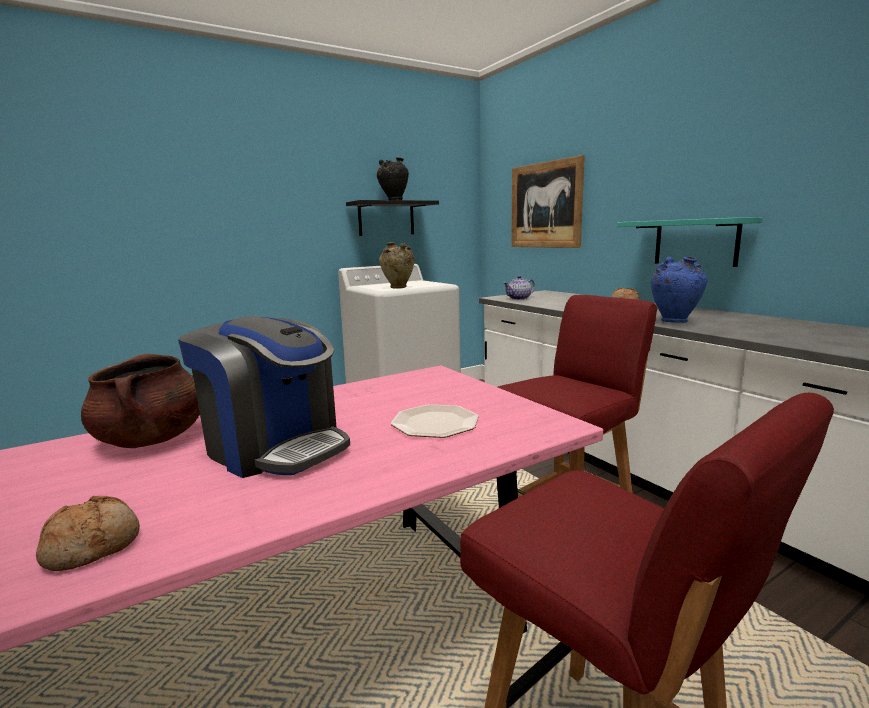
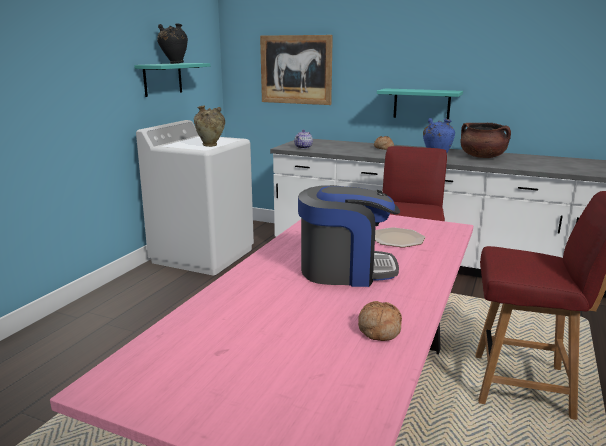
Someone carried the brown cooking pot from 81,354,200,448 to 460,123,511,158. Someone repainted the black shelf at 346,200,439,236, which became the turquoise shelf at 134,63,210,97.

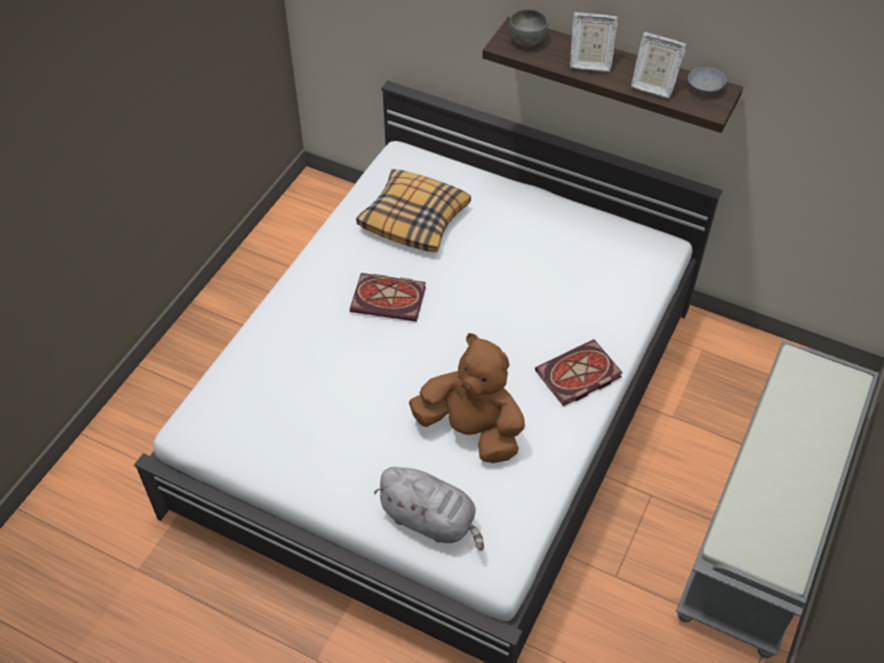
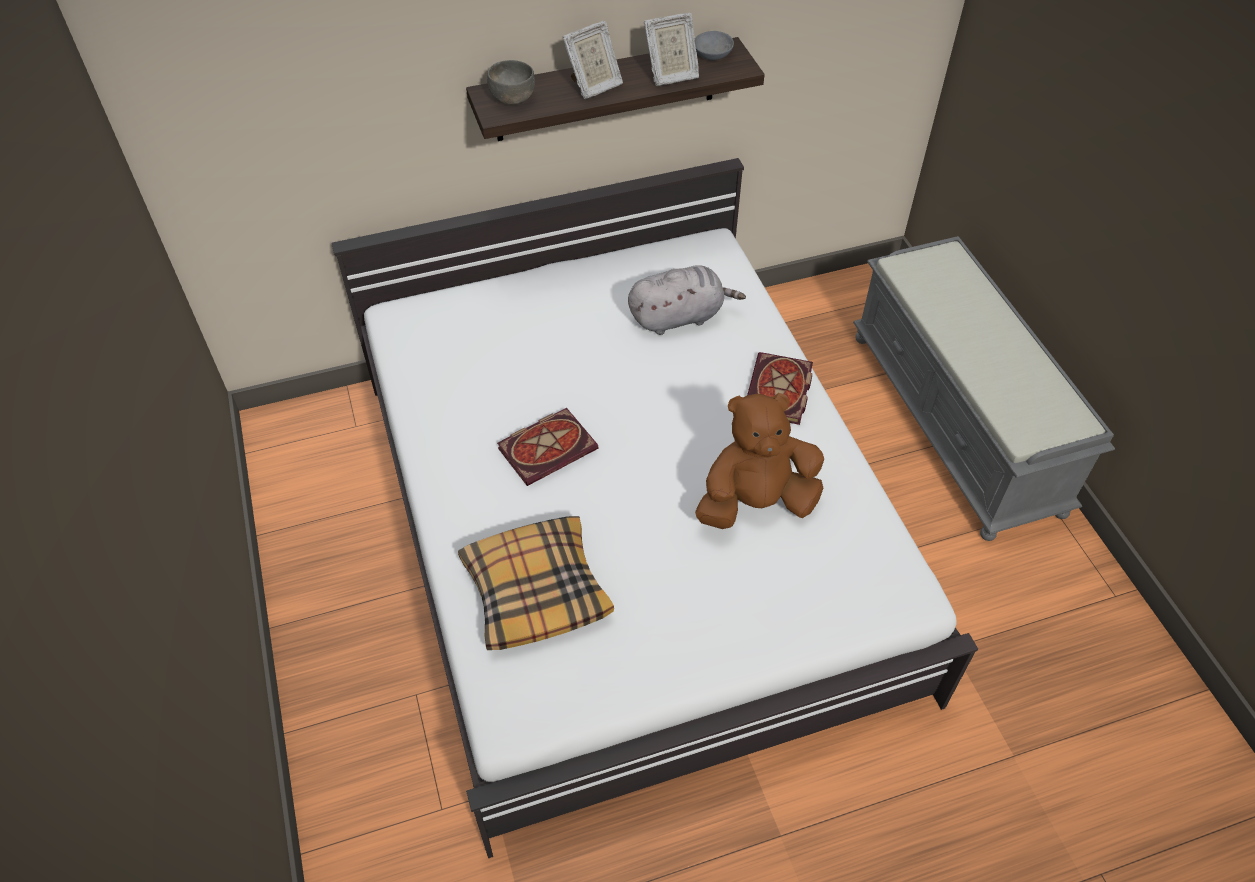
Someone carried the pillow from 356,169,471,252 to 458,516,614,650. Someone carried the grey plush toy from 374,467,484,551 to 628,265,746,335.

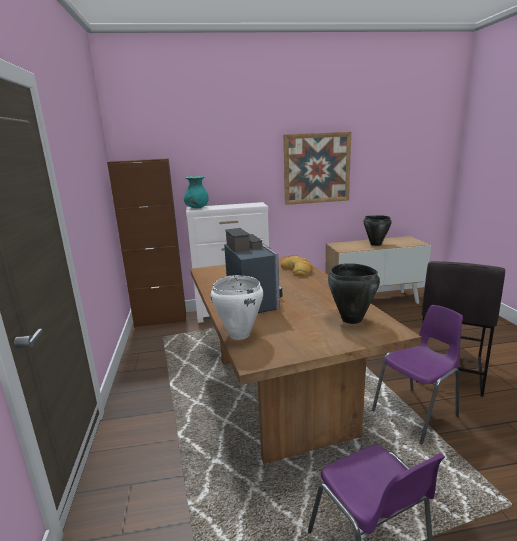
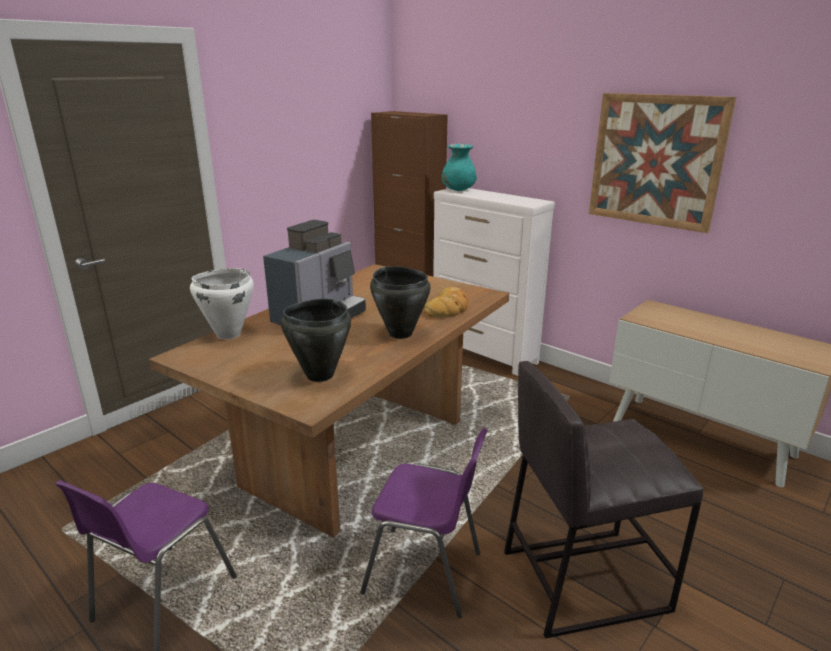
Someone carried the black cooking pot from 363,216,392,246 to 370,266,430,339.

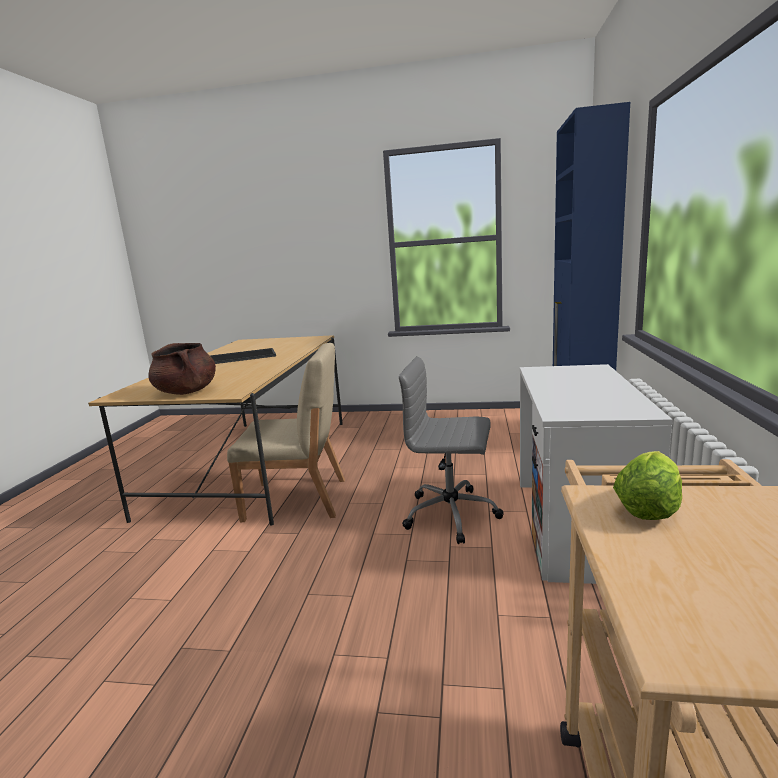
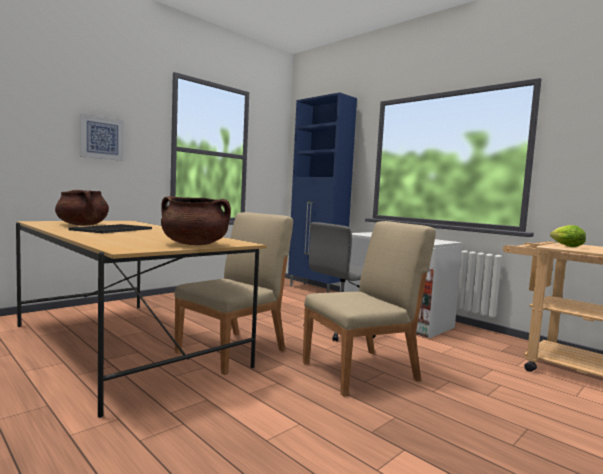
Someone put down the brown cooking pot at 55,190,109,226. Someone put up the picture at 80,113,124,161. Someone put down the beige chair at 303,221,436,397.

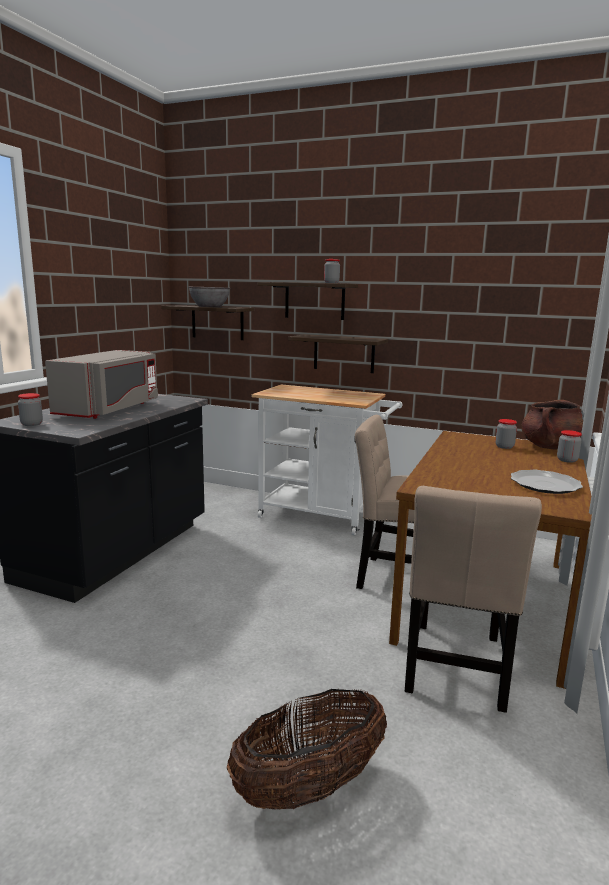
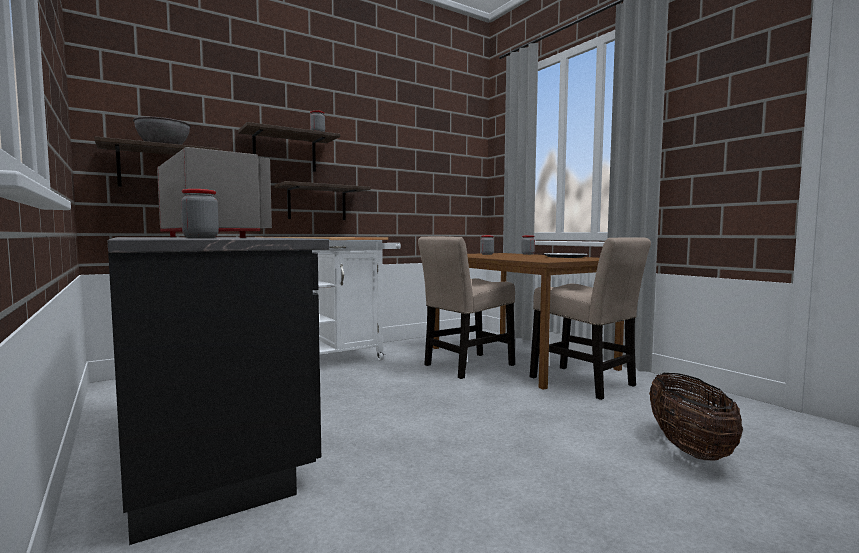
Someone took away the brown cooking pot at 521,400,583,450.

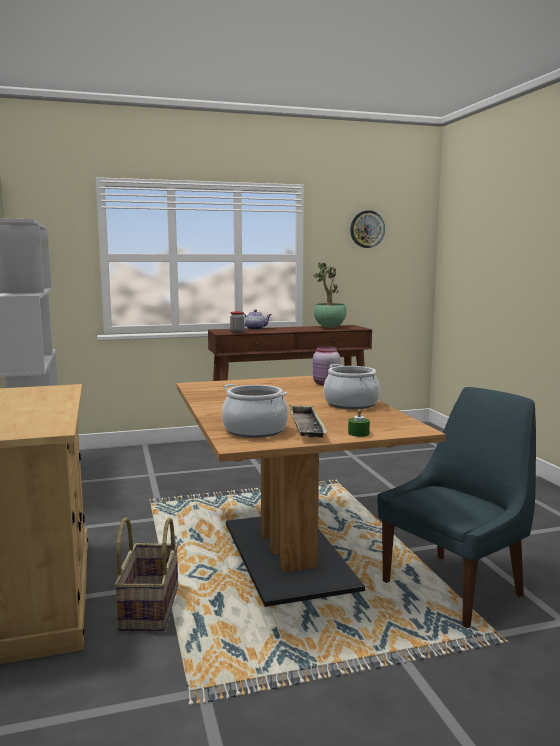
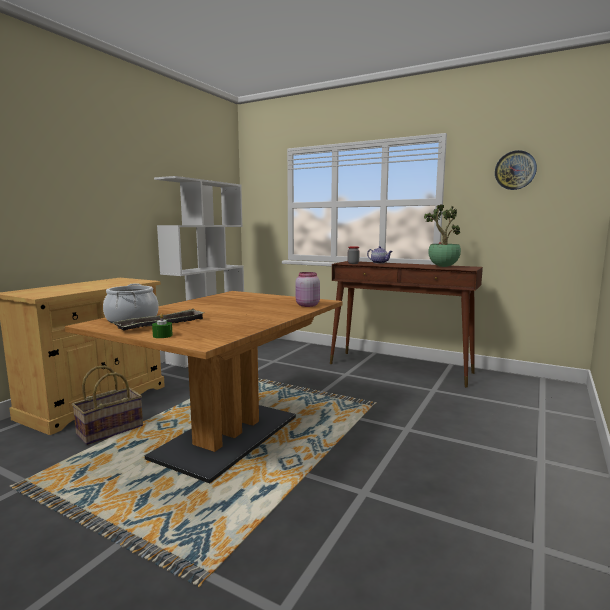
Someone took away the cooking pot at 324,364,380,409. Someone took away the blue chair at 378,387,536,628.

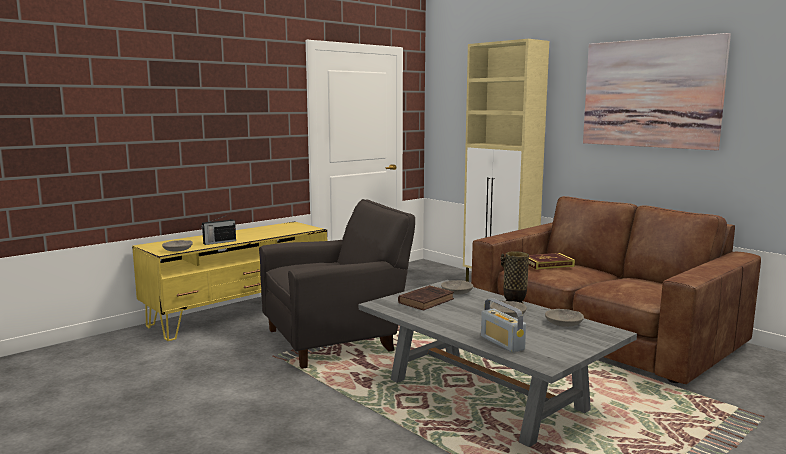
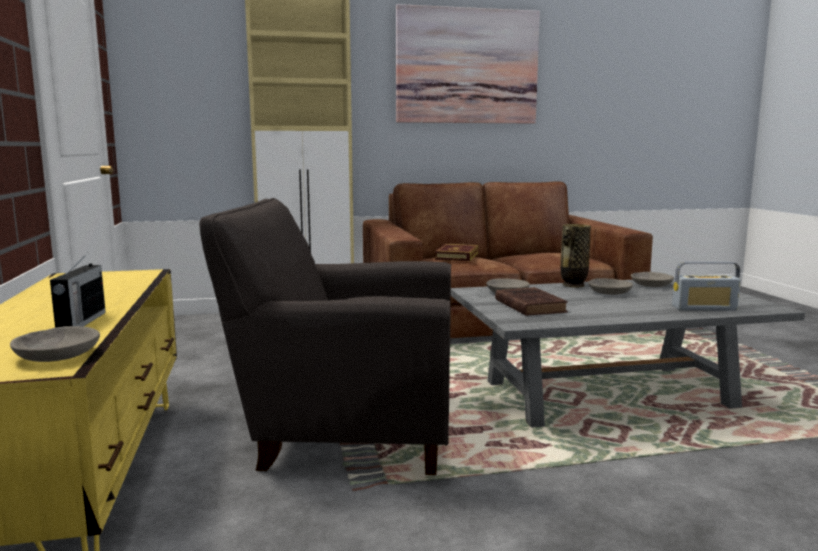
Someone rotated the grey armchair at 259,199,415,369 by 90 degrees counterclockwise.

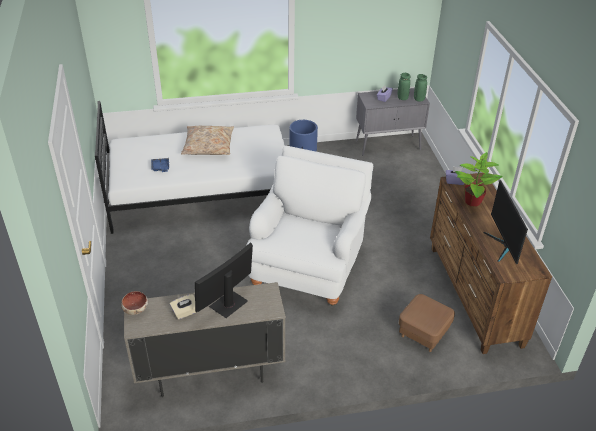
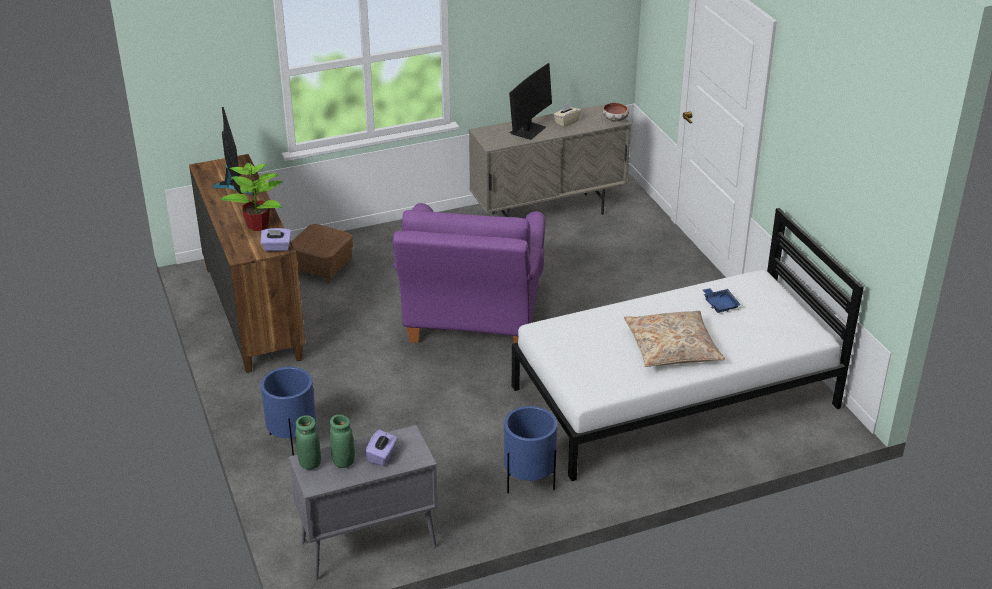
Someone repainted the white armchair at 246,145,373,306, which became the purple armchair at 393,203,545,343. Someone put down the blue planter at 261,367,316,455.

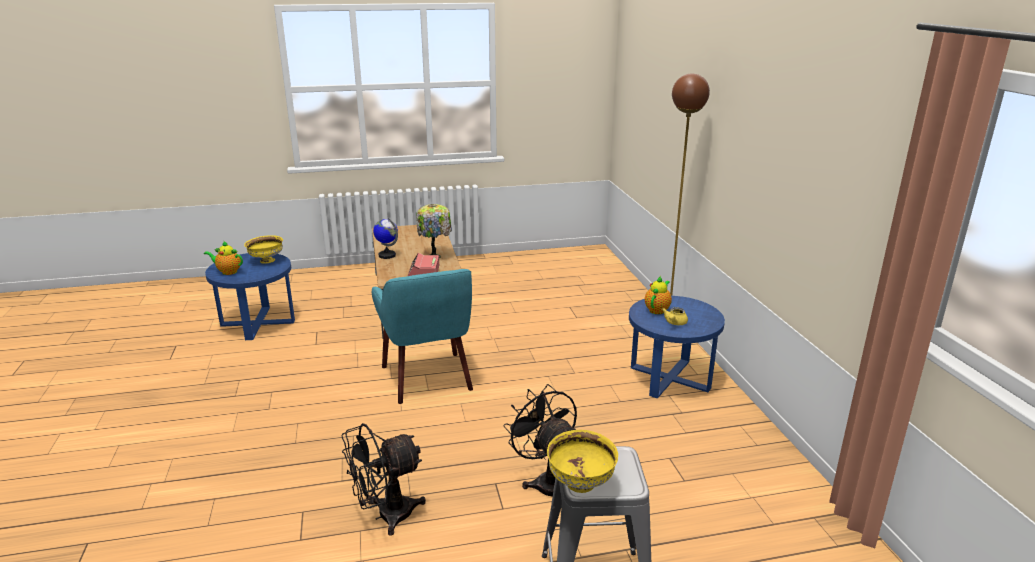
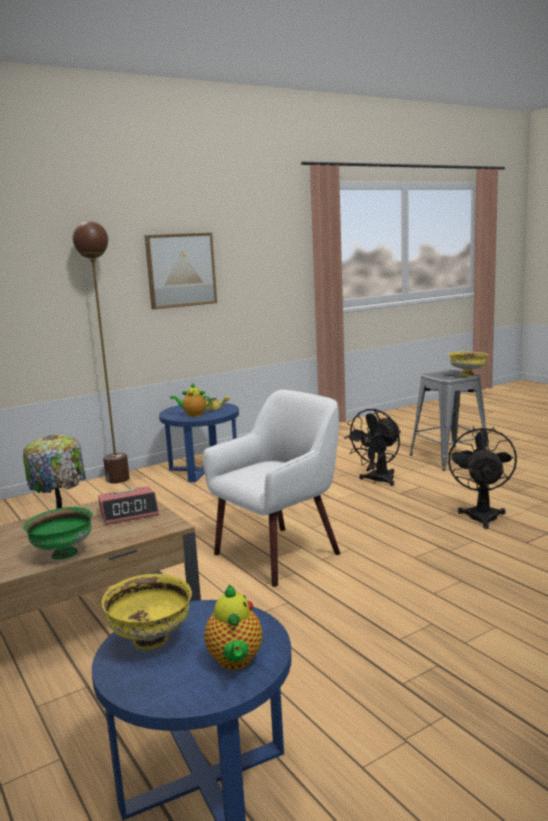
Someone rotated the black fan at 341,423,426,536 by 120 degrees counterclockwise. Someone repainted the turquoise armchair at 372,269,473,404, which became the white armchair at 203,390,341,587. Someone swapped the globe at 373,218,398,259 for the green bowl at 23,507,93,559. Someone put up the picture at 144,233,217,310.

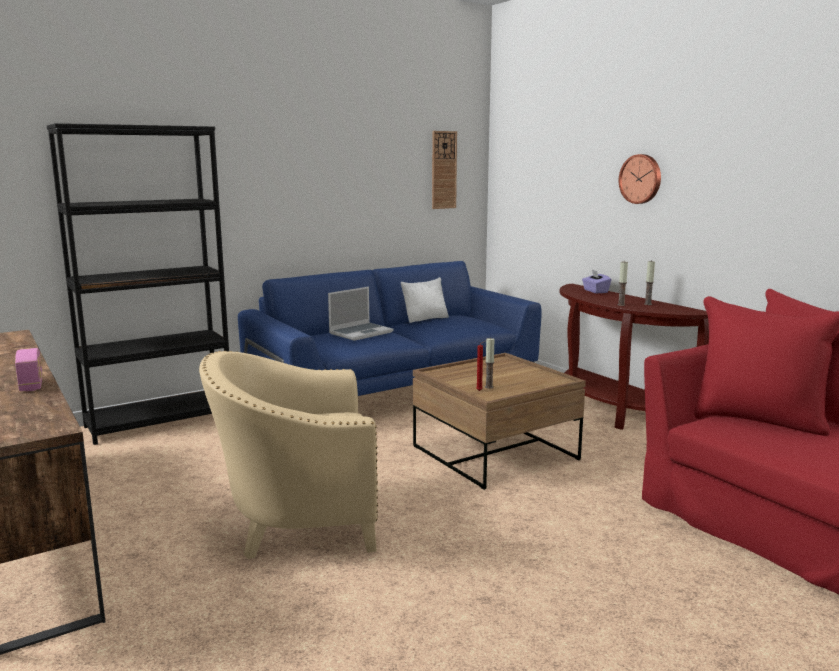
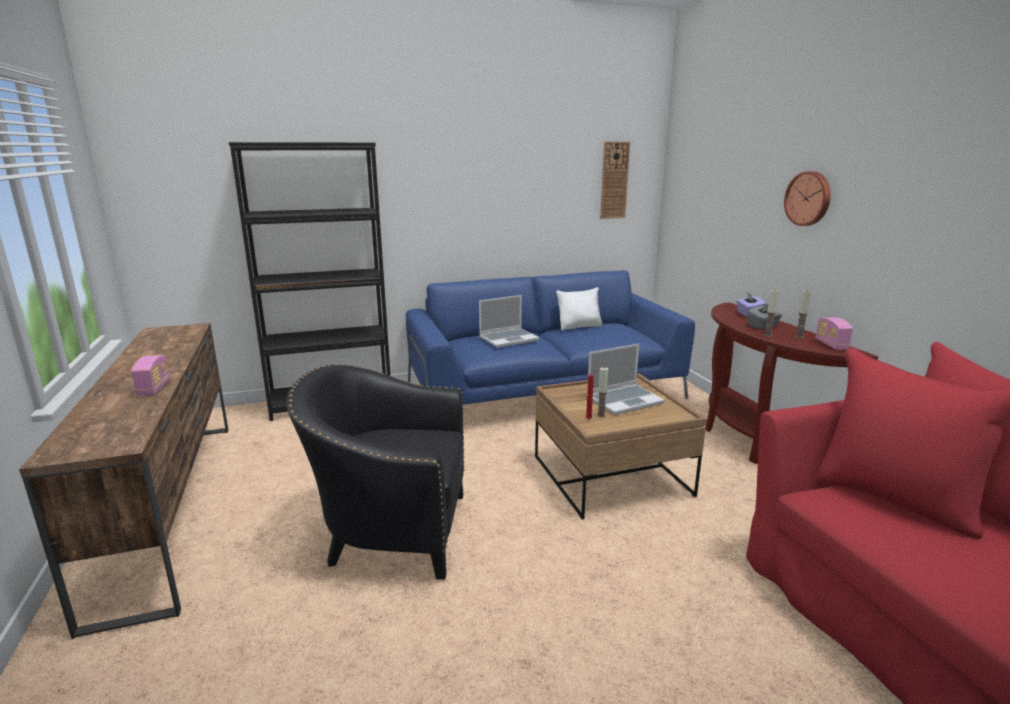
Someone repainted the beige armchair at 199,351,378,559, which became the black armchair at 286,364,464,580. Someone put down the laptop at 587,343,665,415. Someone put down the grey tissue box at 747,304,782,329. Someone put down the radio at 815,317,853,350.

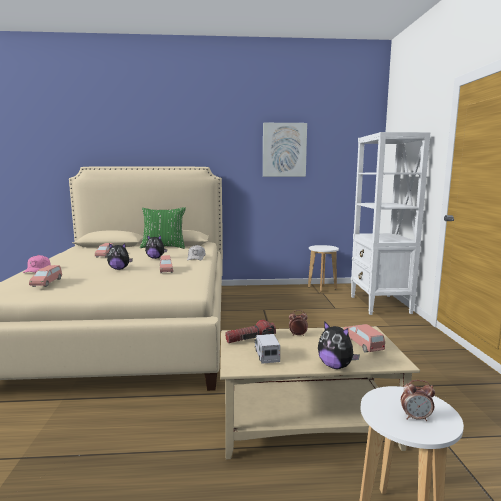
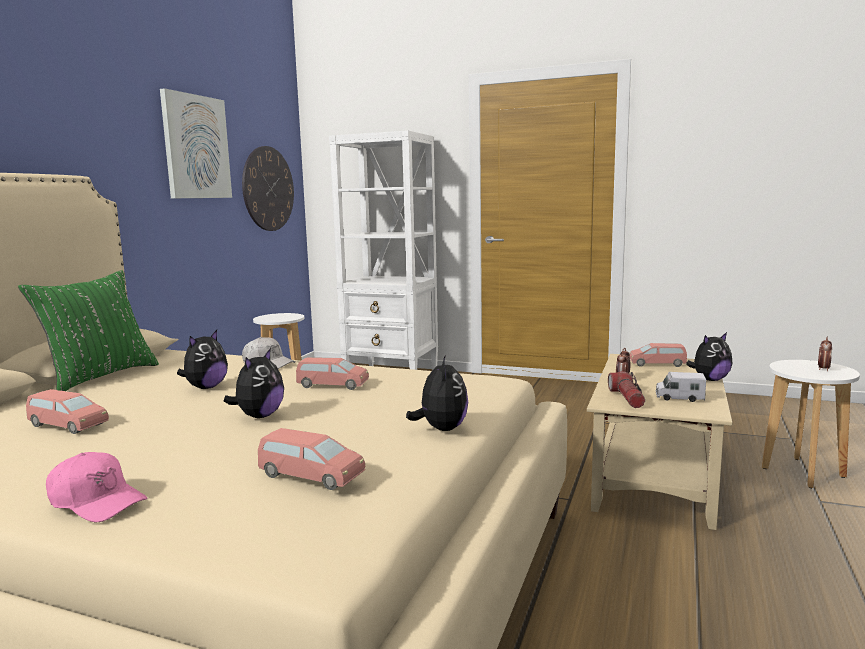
Someone put up the wall clock at 242,146,294,231. Someone put down the plush toy at 406,356,468,431.

